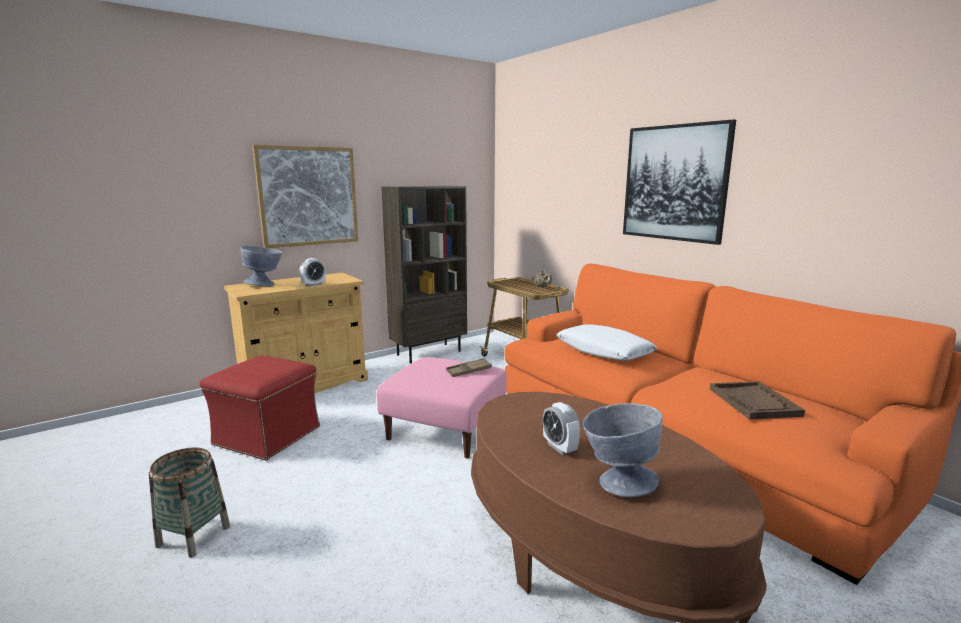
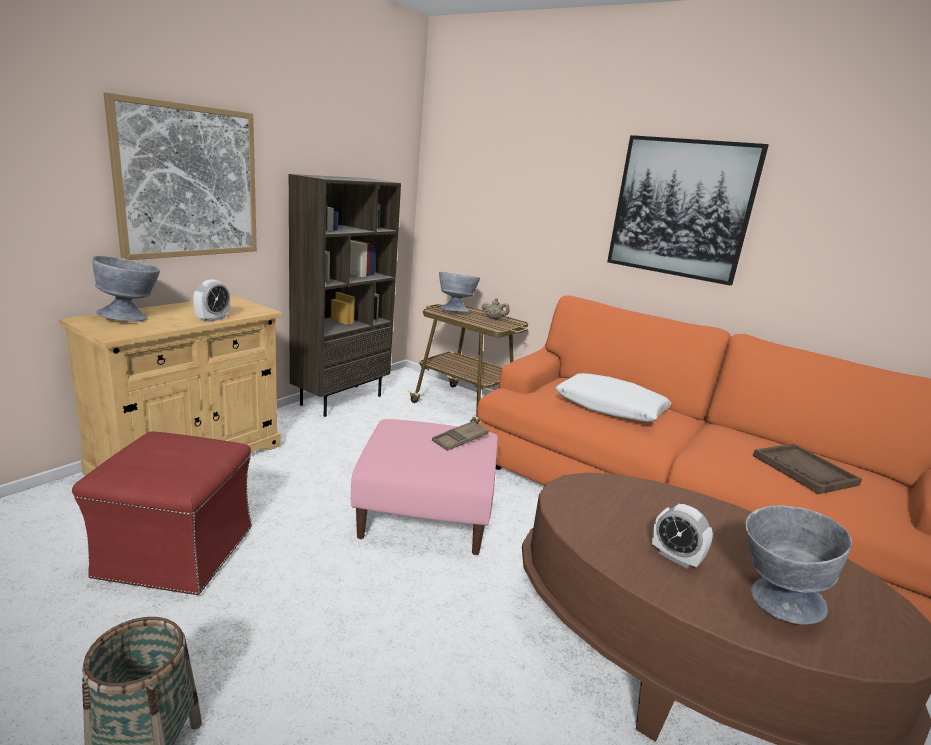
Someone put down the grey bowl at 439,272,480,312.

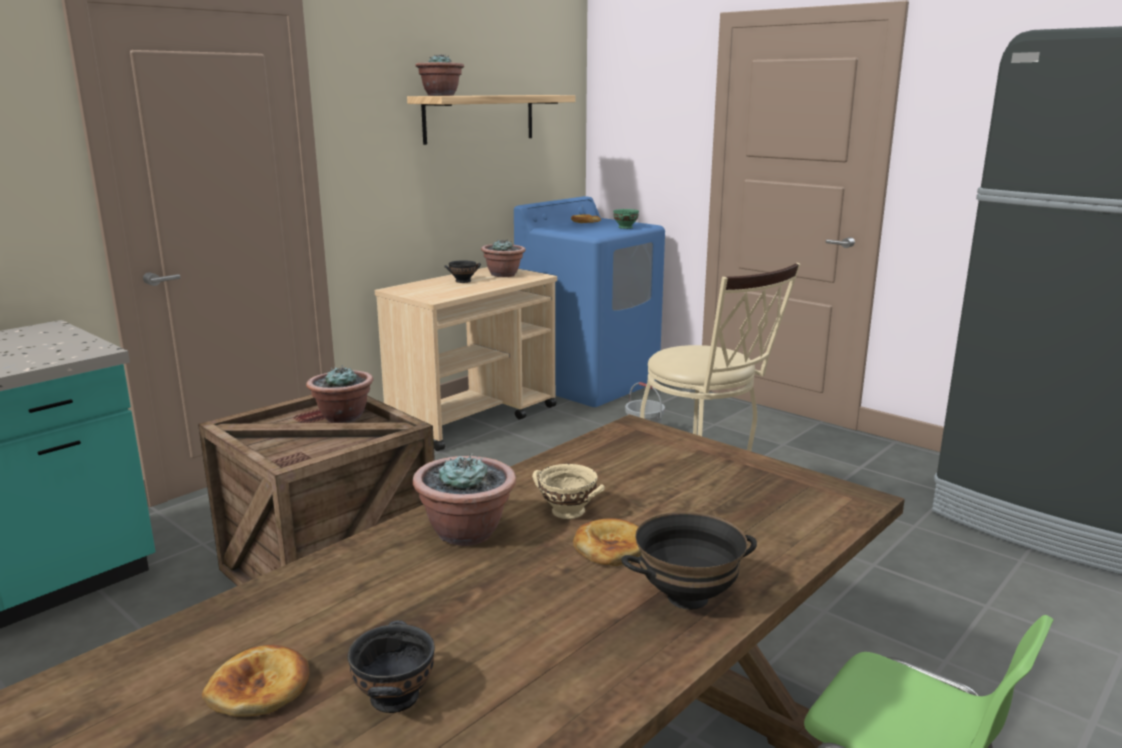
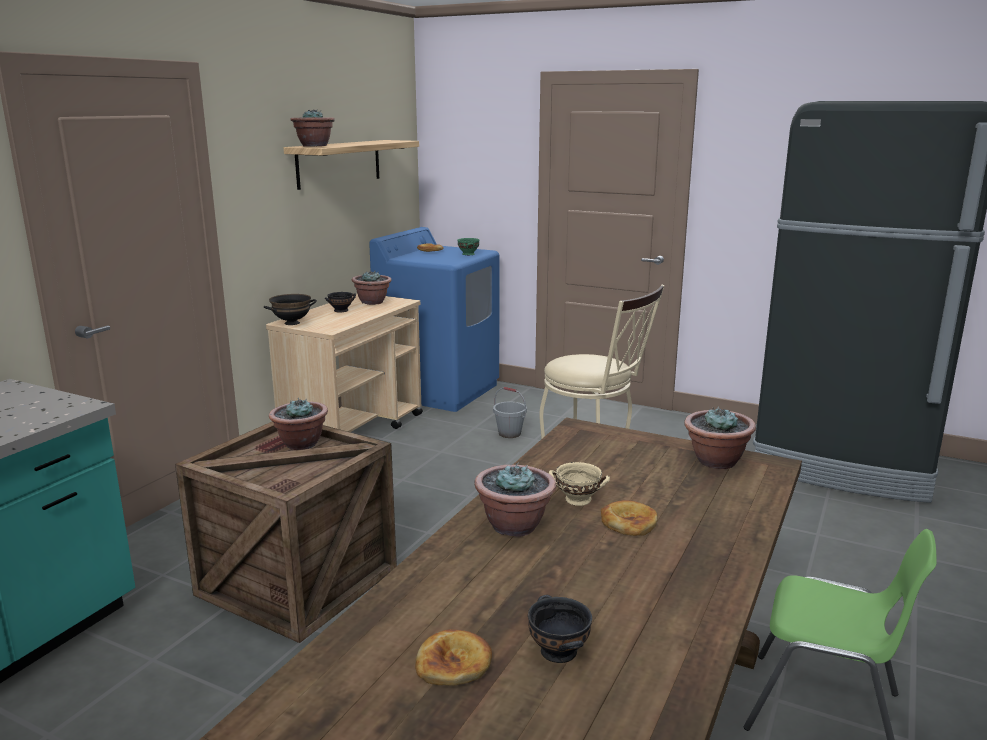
Someone carried the black bowl from 621,512,757,610 to 264,294,317,325. Someone put down the potted plant at 684,407,756,469.

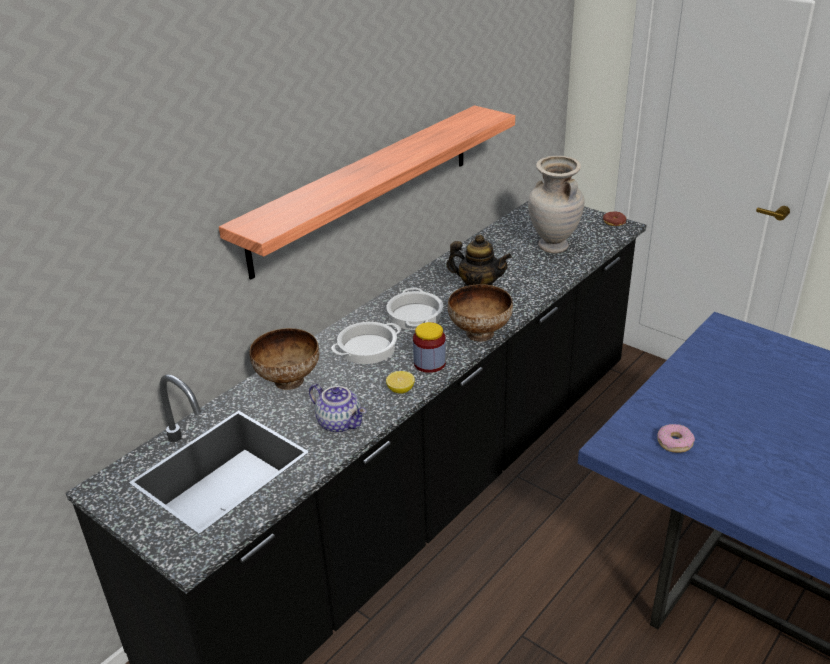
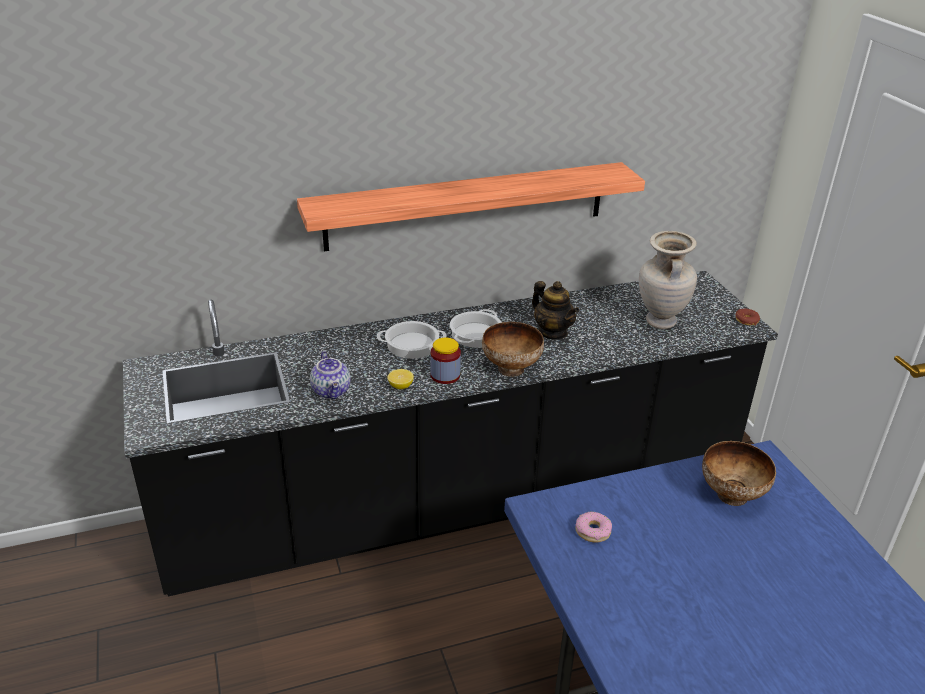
Someone carried the bowl from 249,328,319,390 to 702,441,776,506.

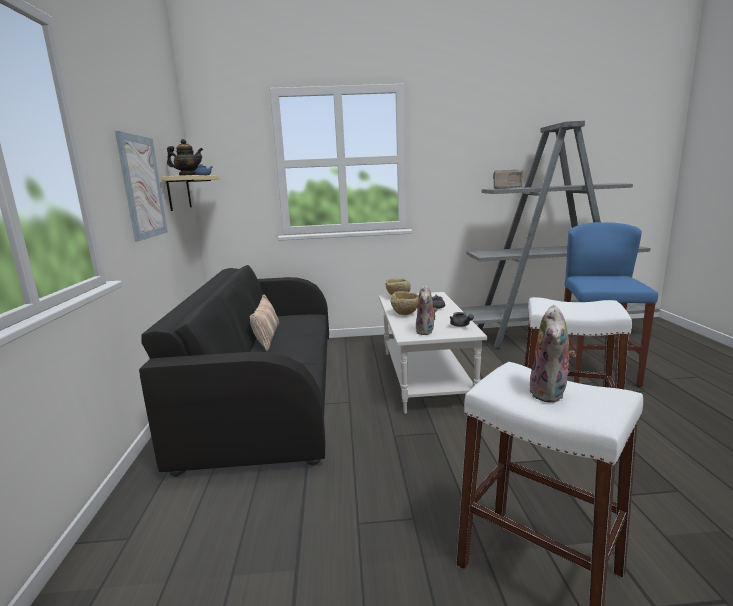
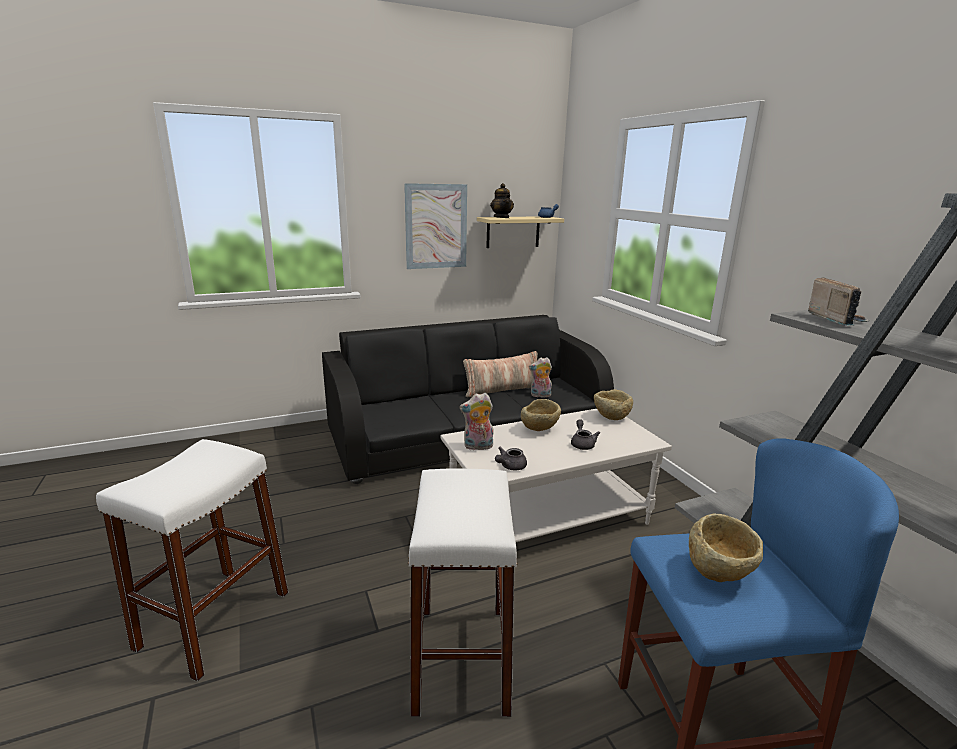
Someone carried the plush toy from 530,305,576,403 to 529,357,552,397. Someone put down the beige bowl at 689,514,763,582.

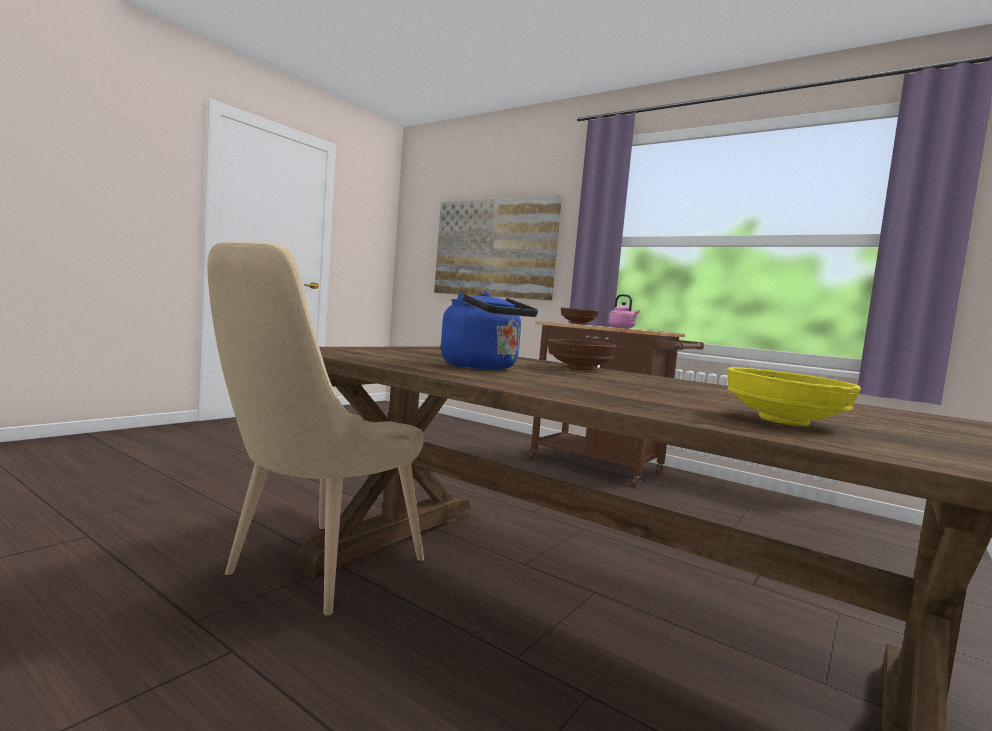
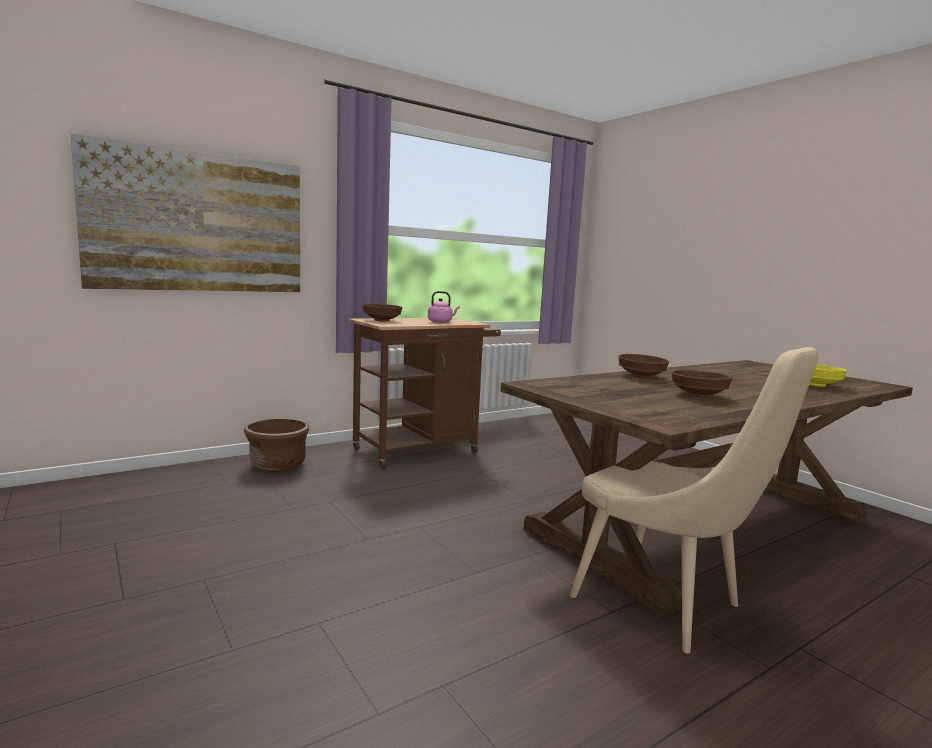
Someone swapped the blue kettle at 441,290,538,370 for the brown bowl at 671,370,732,398. Someone put down the brown planter at 244,419,309,472.

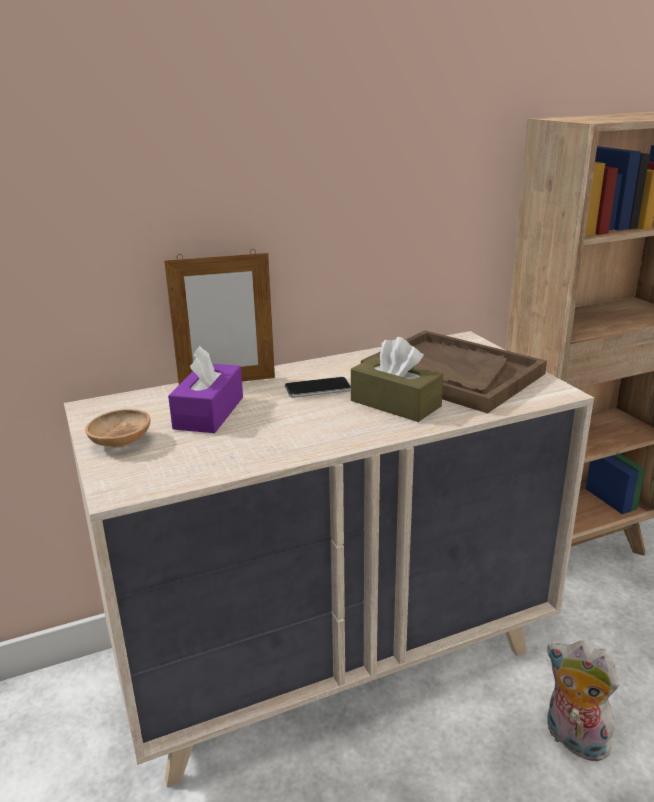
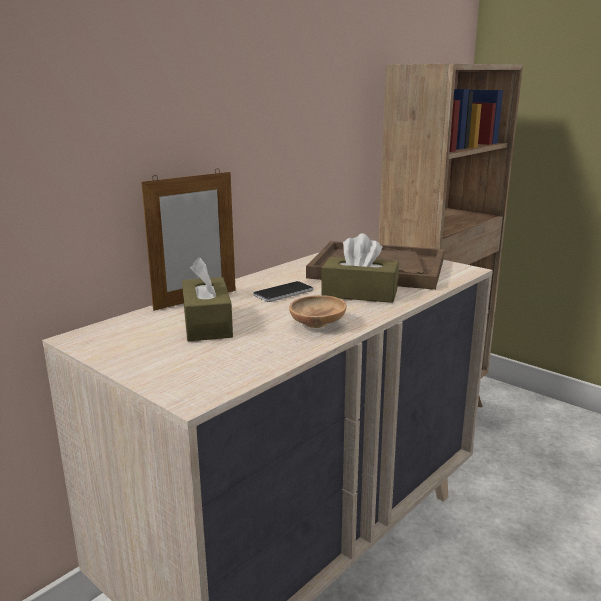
Someone carried the brown bowl from 85,409,150,448 to 289,295,347,328. Someone repainted the purple tissue box at 168,346,243,433, which became the brown tissue box at 182,257,233,341. Someone took away the plush toy at 546,640,619,761.

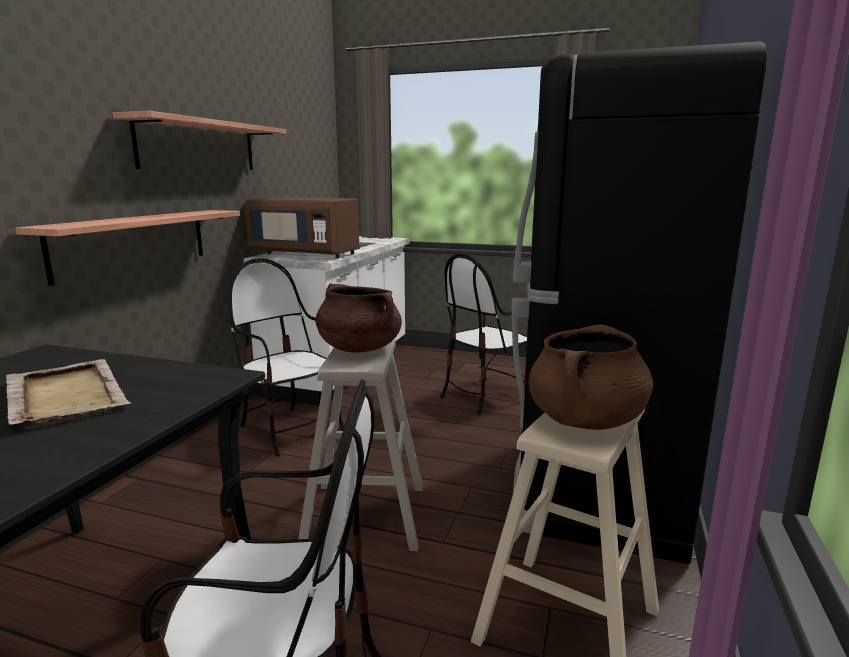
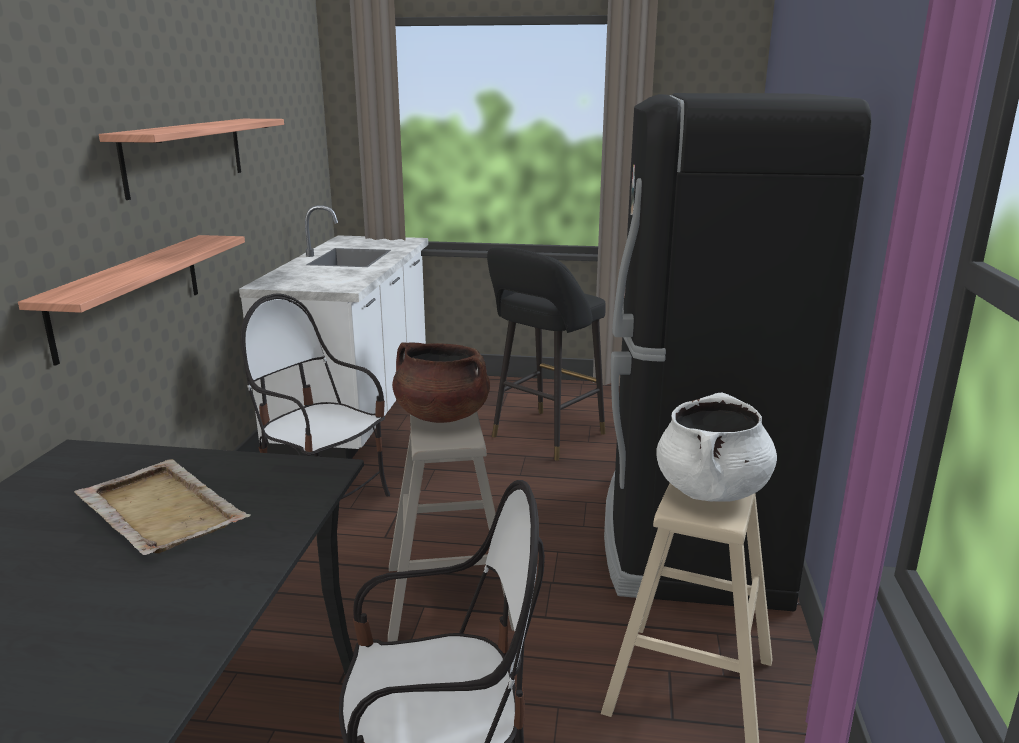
Someone took away the brown microwave at 244,197,360,258. Someone swapped the chair at 440,253,527,415 for the black stool at 487,247,606,461. Someone repainted the brown cooking pot at 529,325,653,430, which became the white cooking pot at 657,392,777,502.

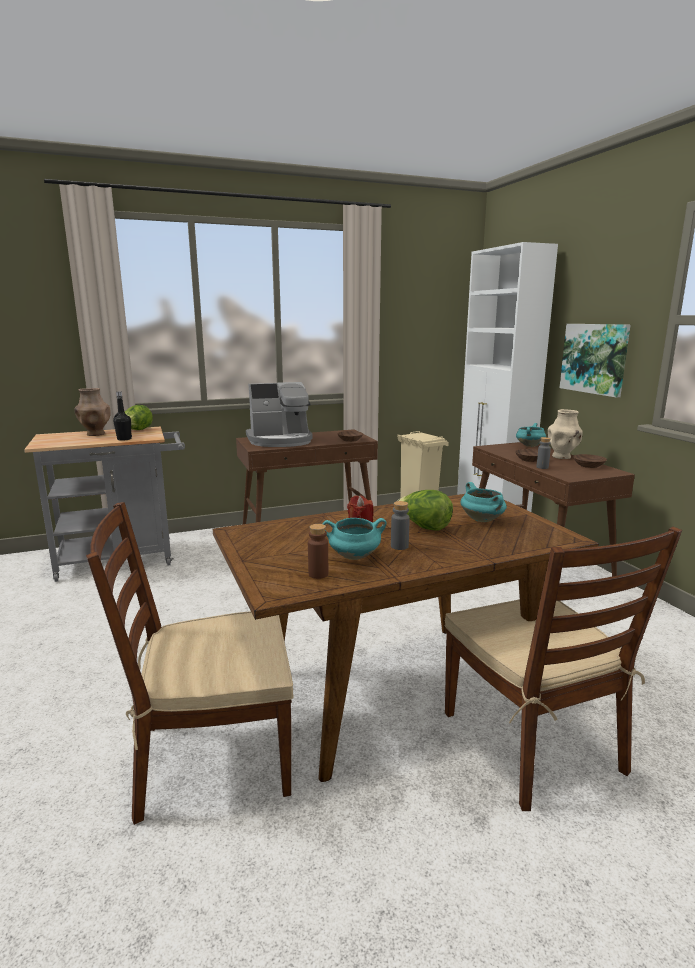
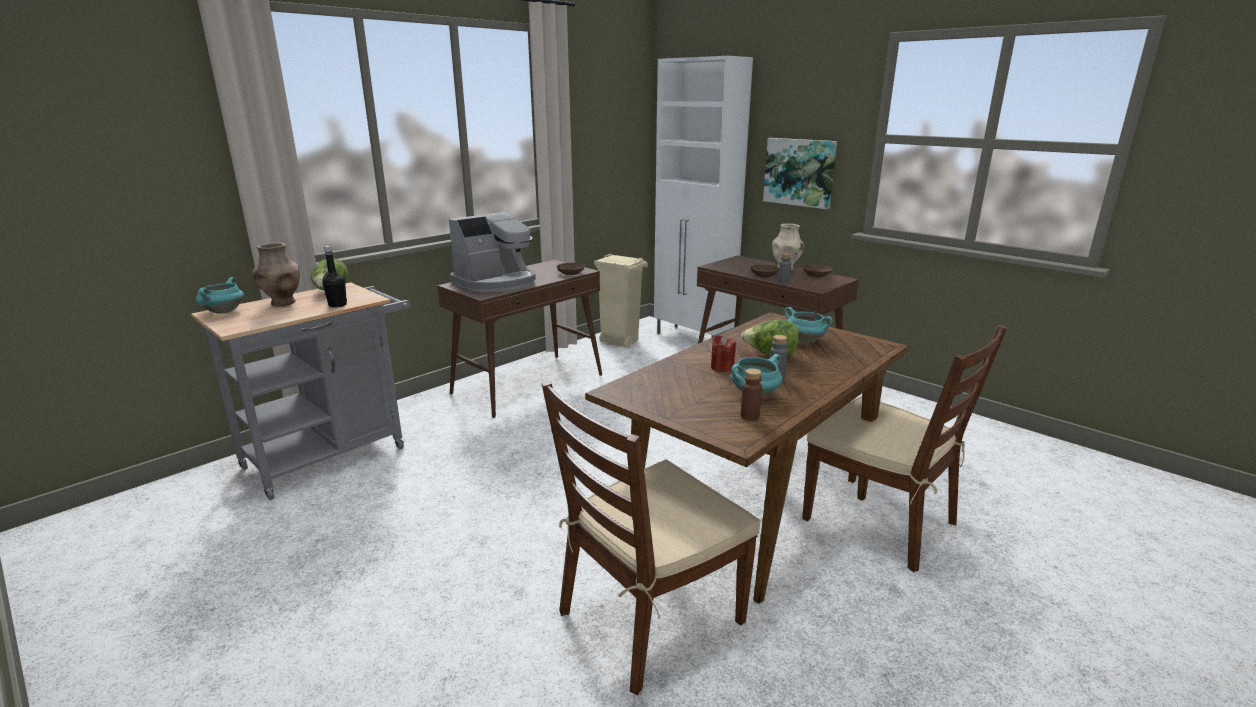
Someone carried the turquoise cooking pot from 516,423,546,447 to 196,277,244,314.

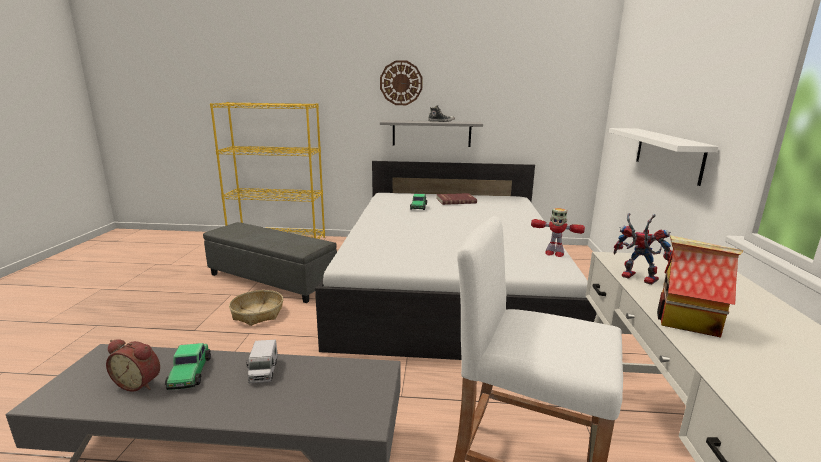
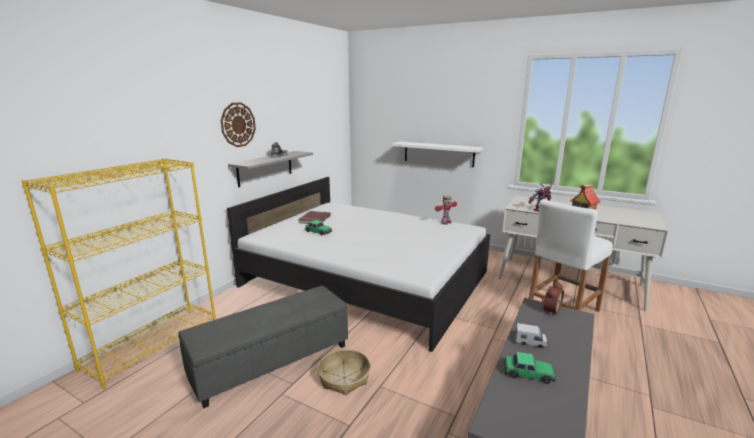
Someone carried the alarm clock from 106,339,160,392 to 542,282,564,316.

